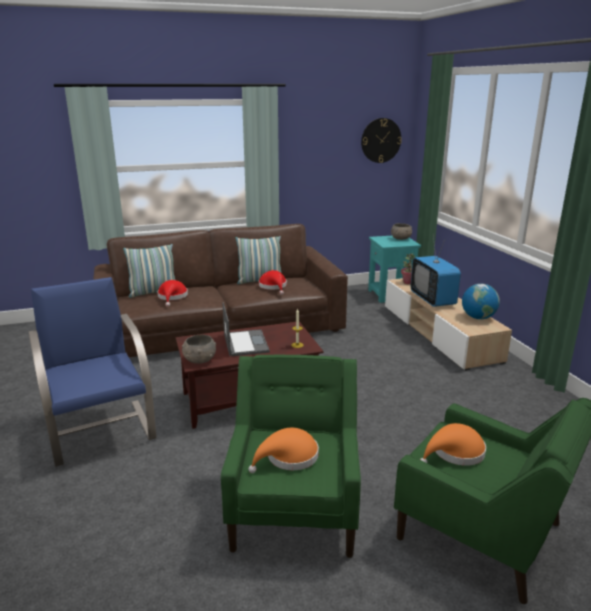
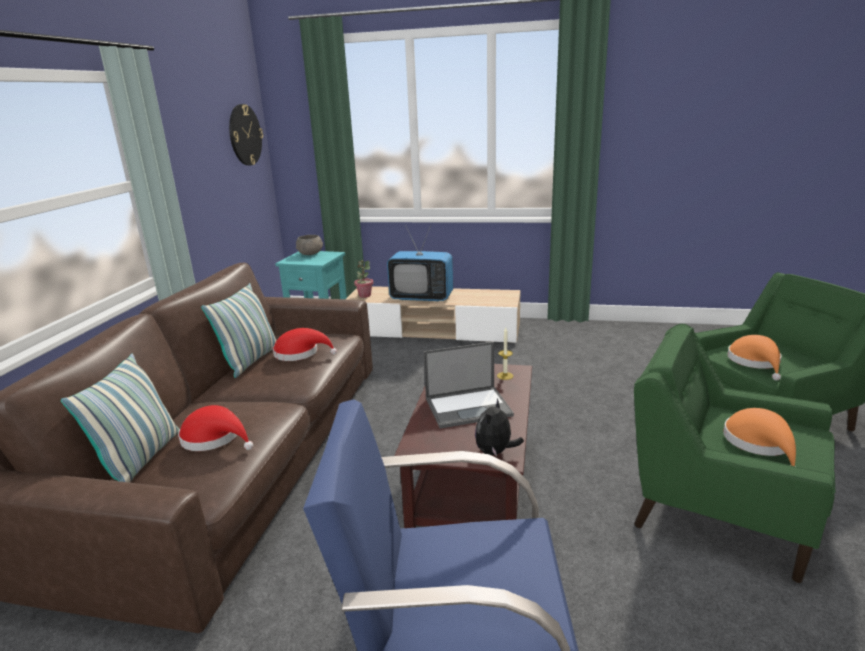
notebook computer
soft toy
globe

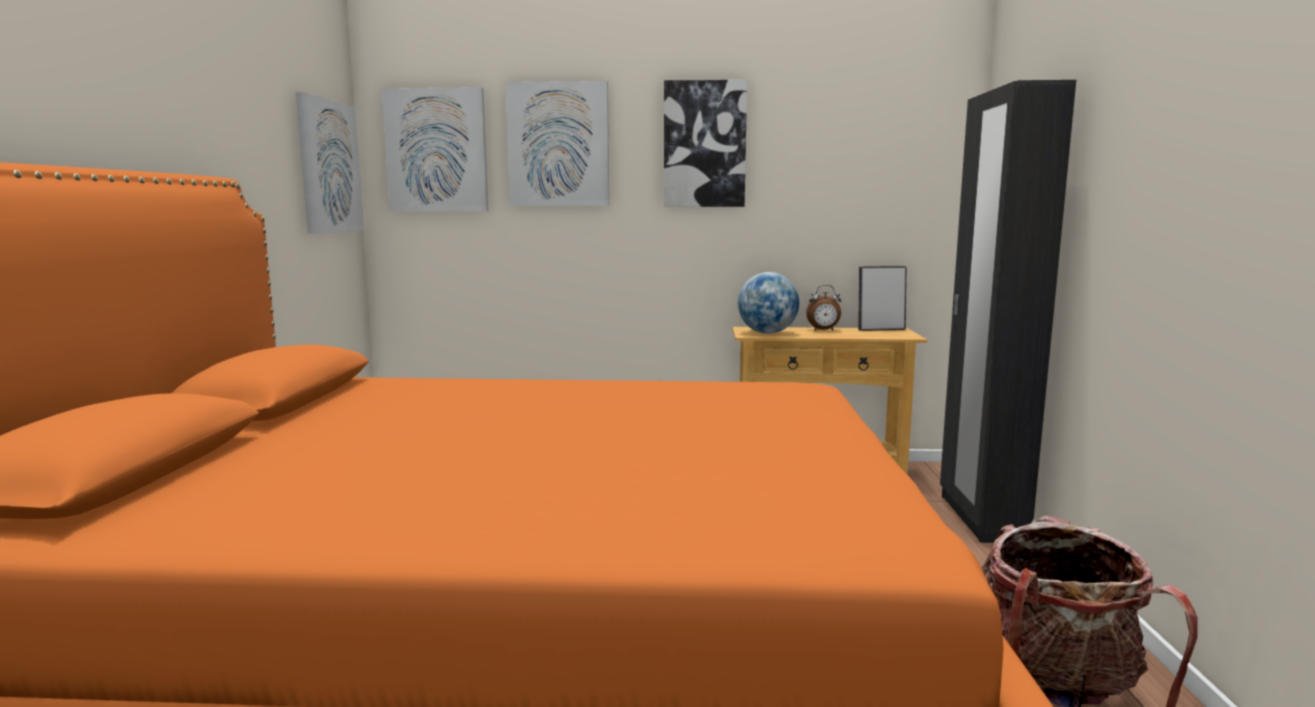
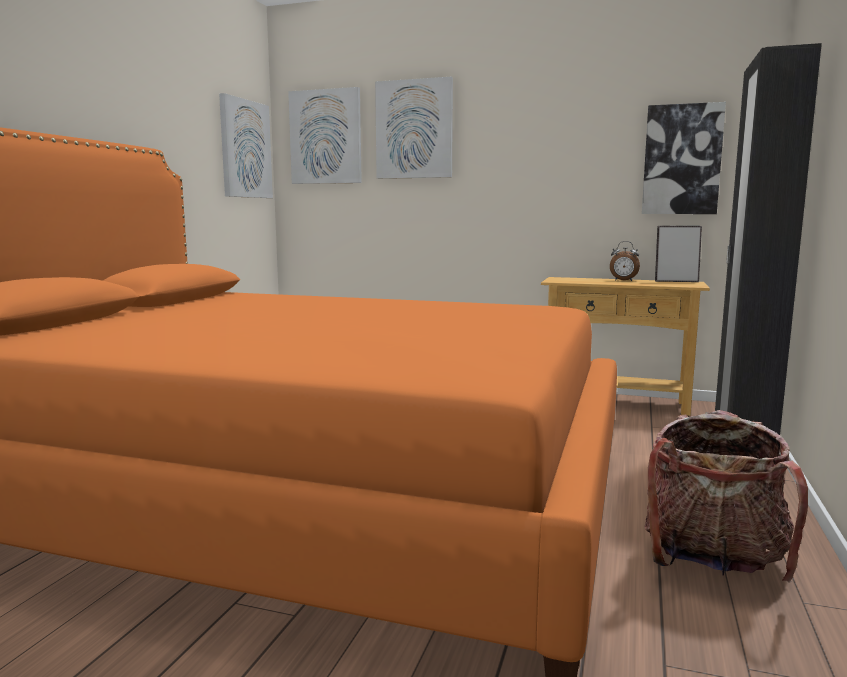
picture (4th from left)
globe

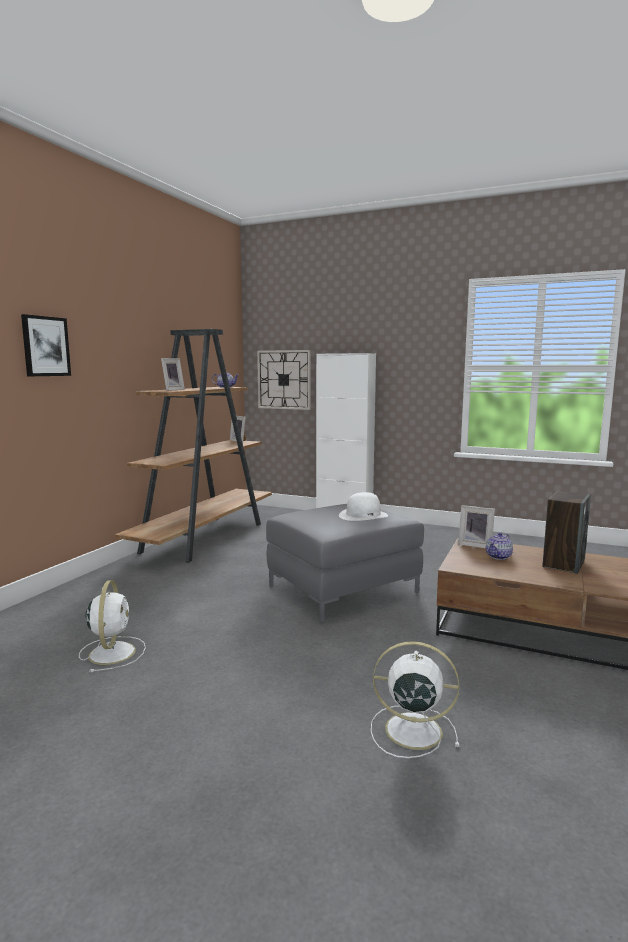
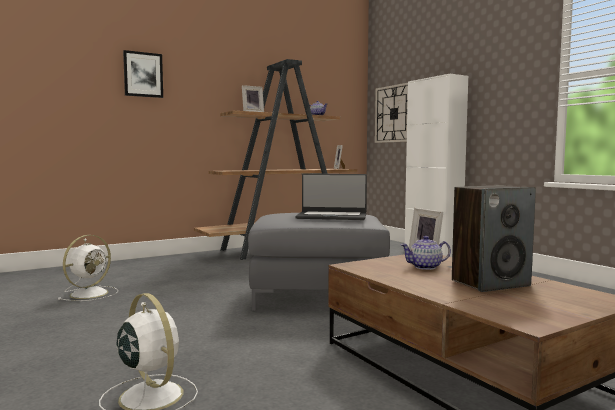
notebook computer

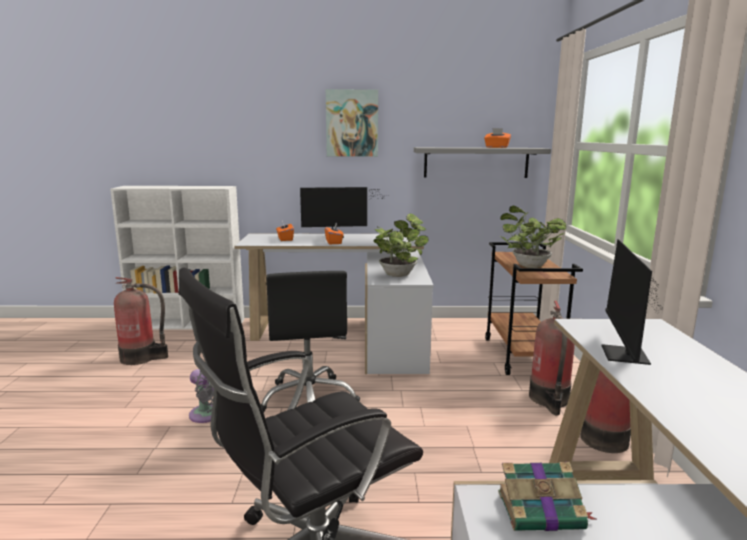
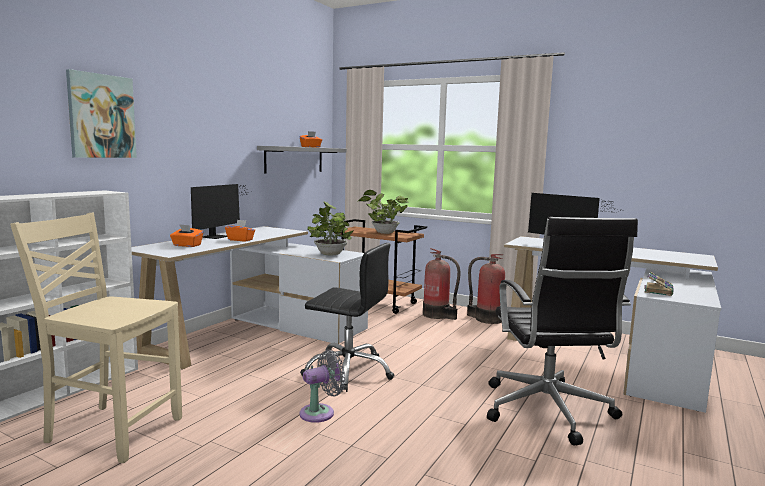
sand-coloured plain chair
picture

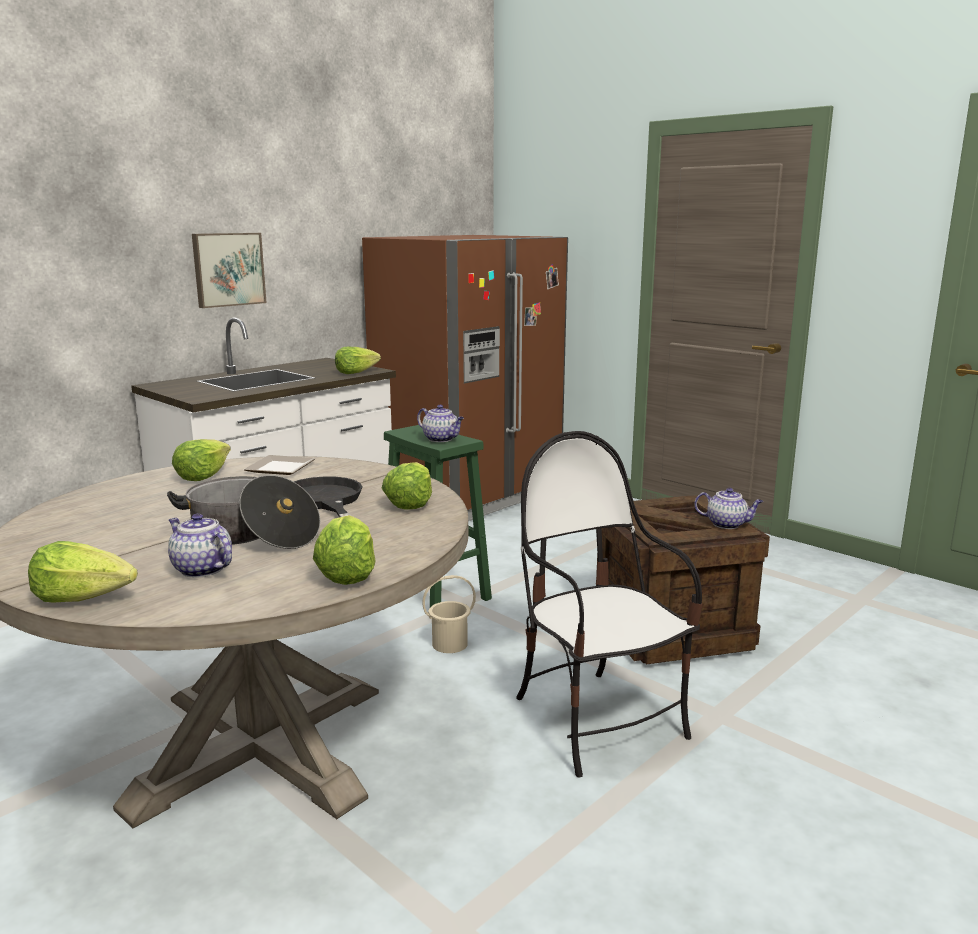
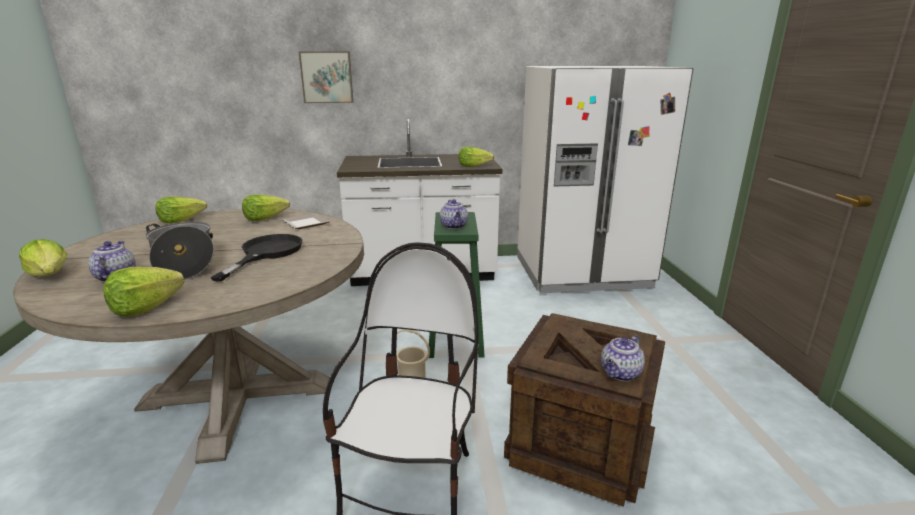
lettuce head (3rd from left)
picture
white-coloured kitchen fridge
tea pot (3rd from left)

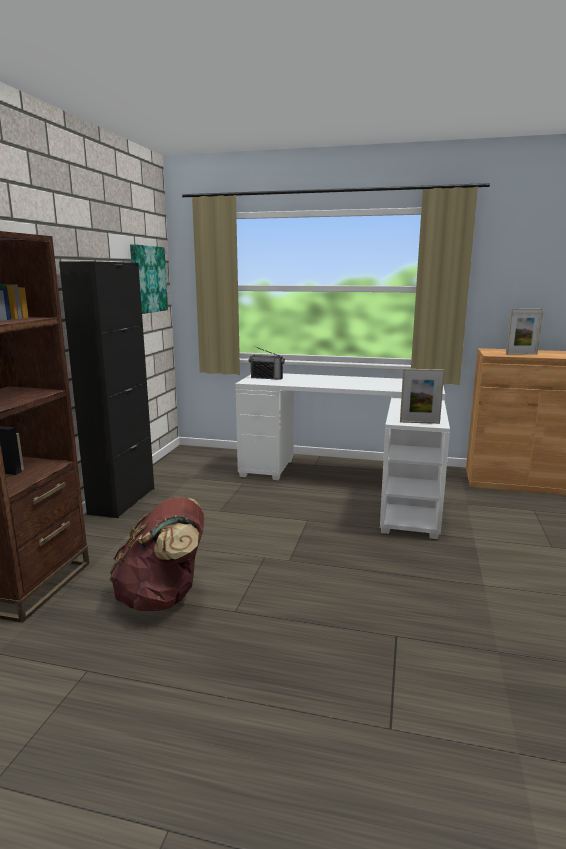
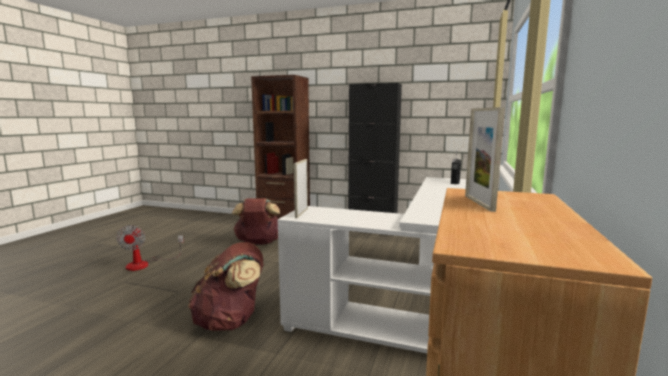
fan
brown knapsack (1st from left)
picture

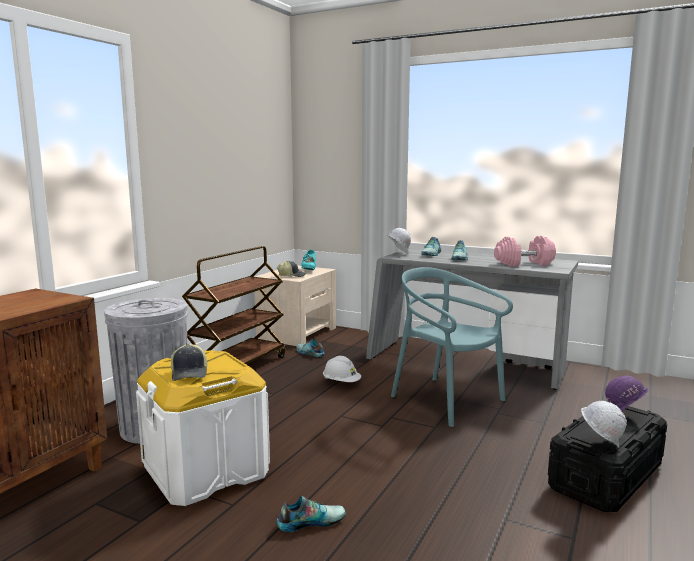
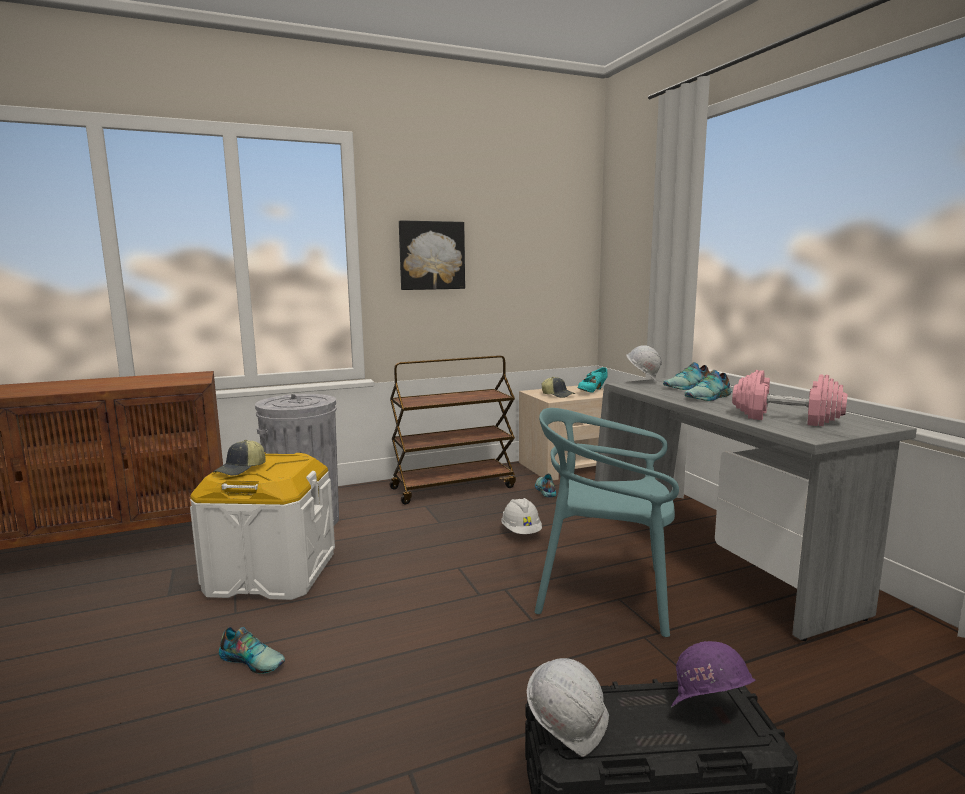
picture
blue-green plain chair

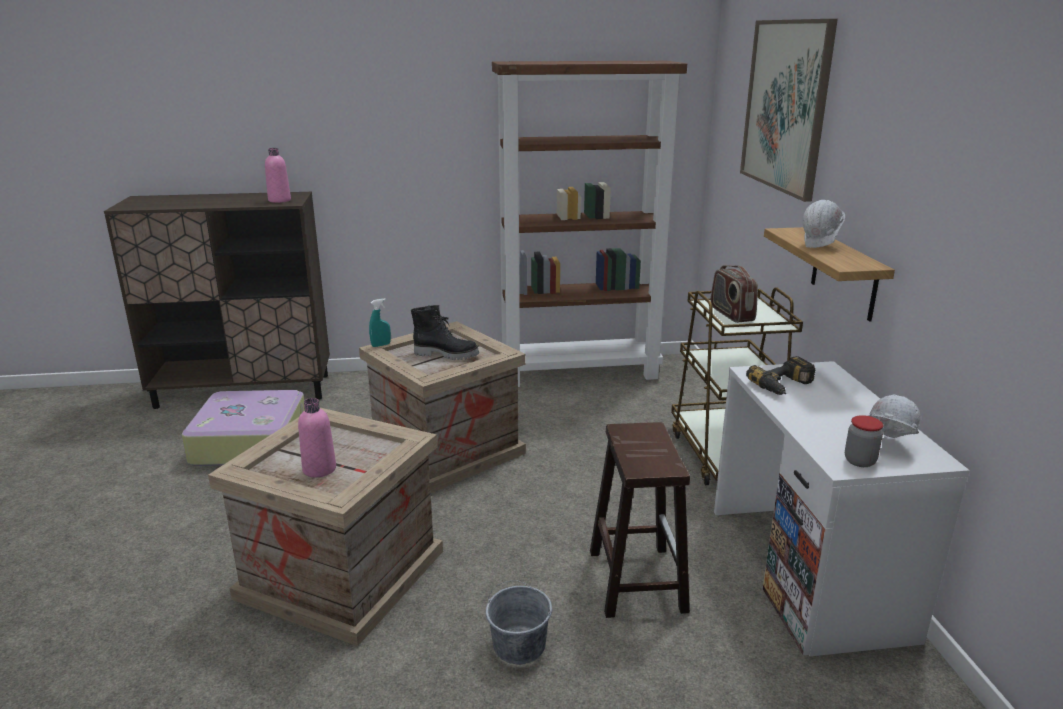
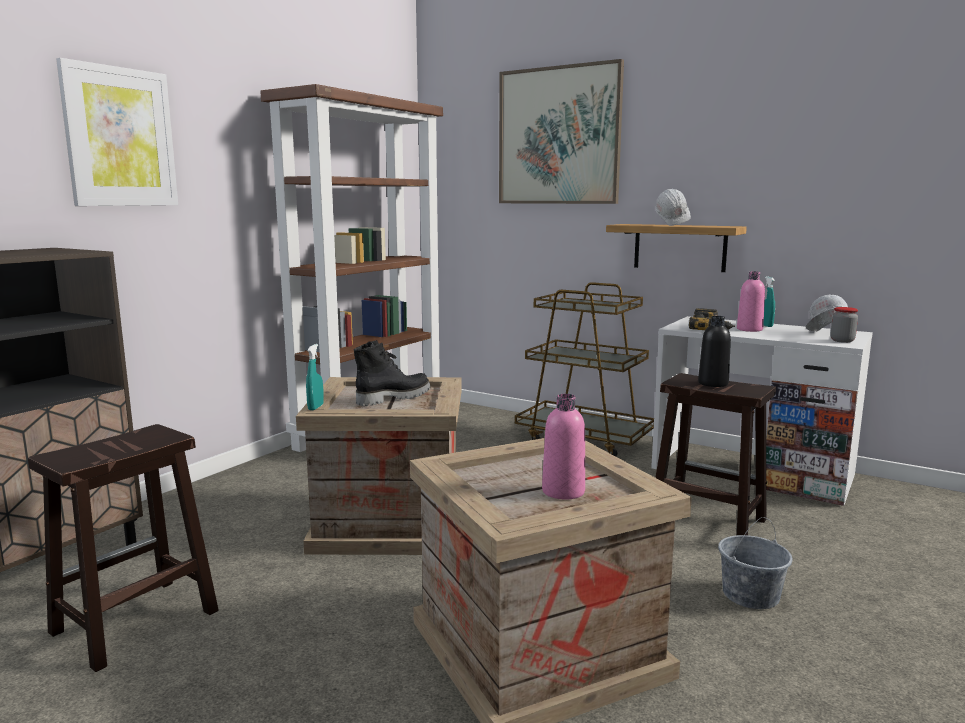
brown stool seat (1st from left)
picture (1st from left)
black-coloured beverage bottle
pink beverage bottle (2nd from left)
blue-green sprayer (2nd from left)
radio

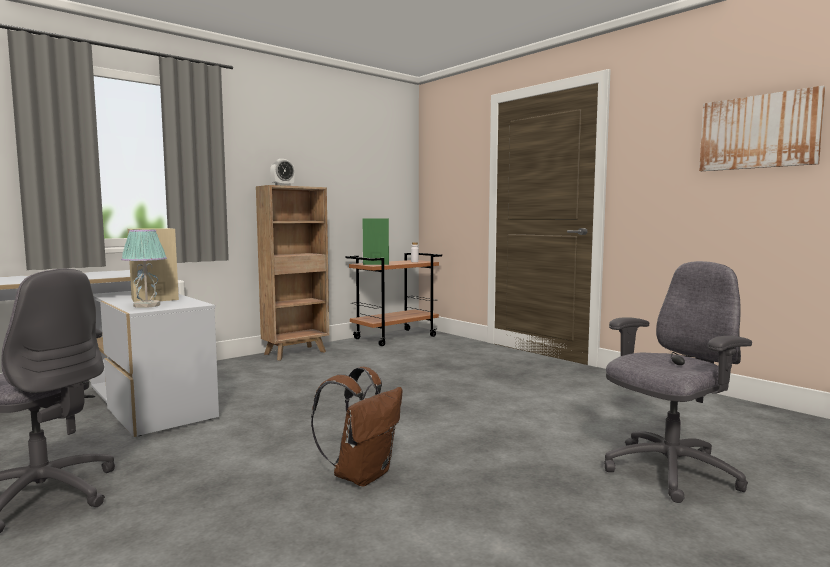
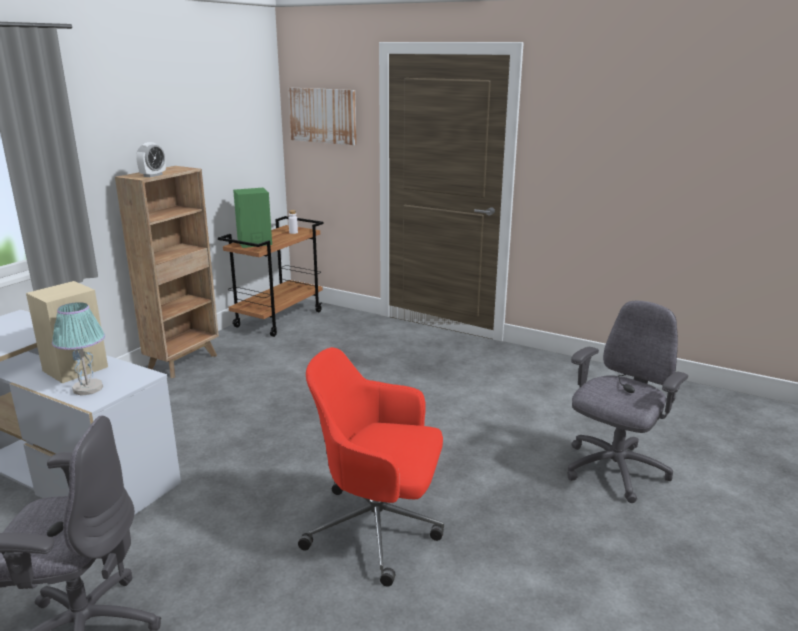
picture
reddish computer chair

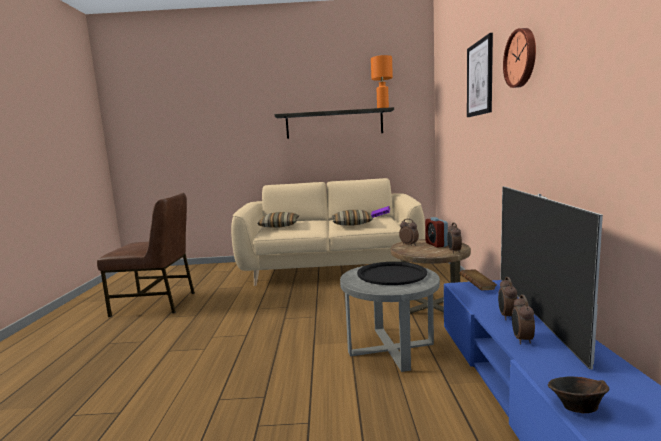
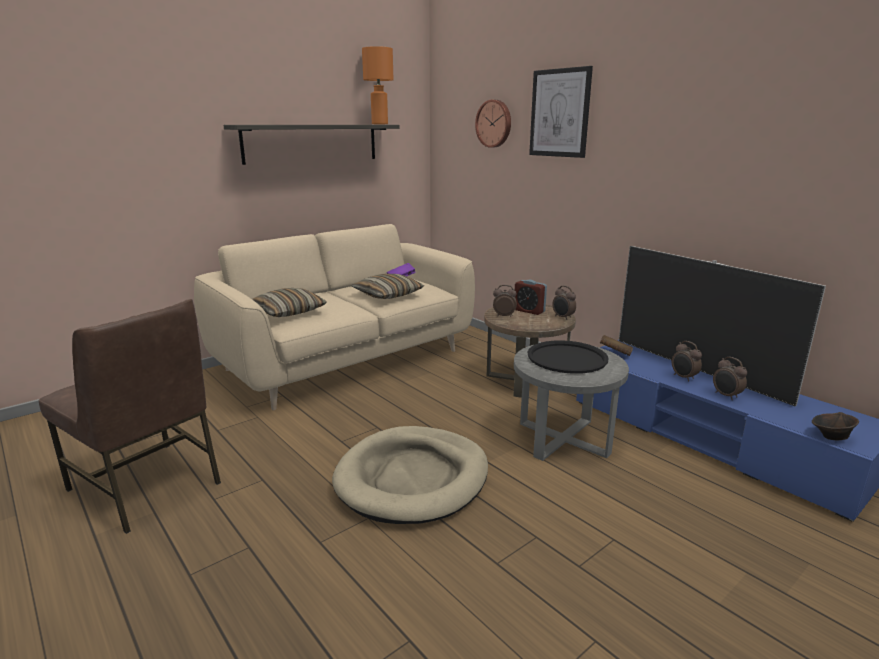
brown plain chair
sand-coloured dog cushion
hanging clock

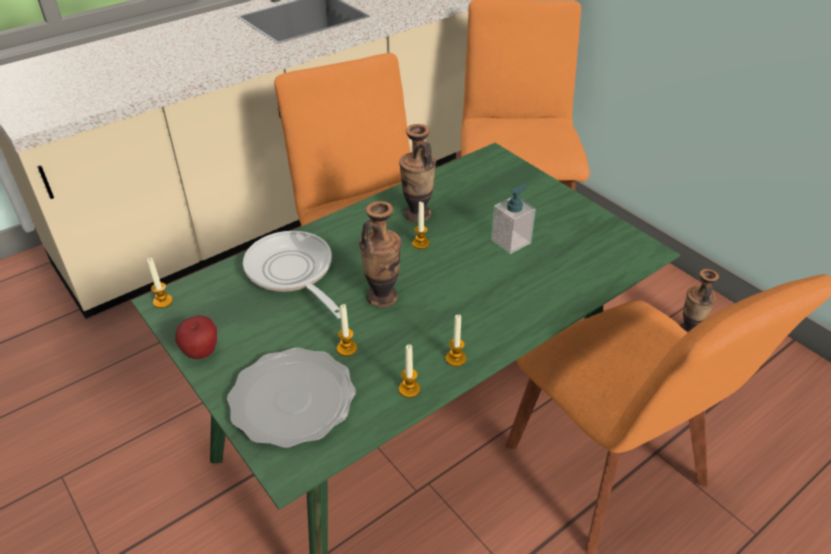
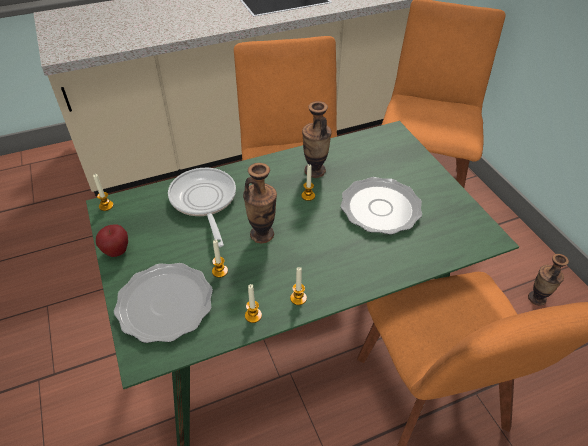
plate (2nd from left)

